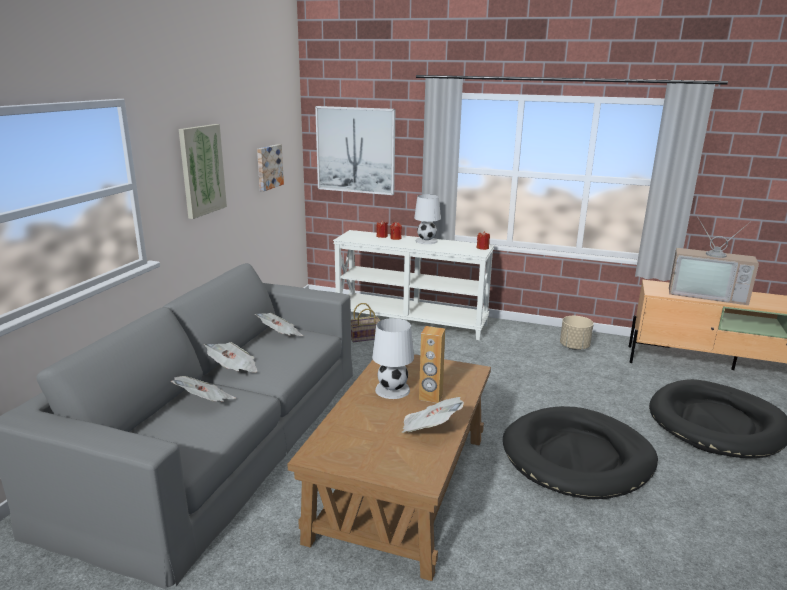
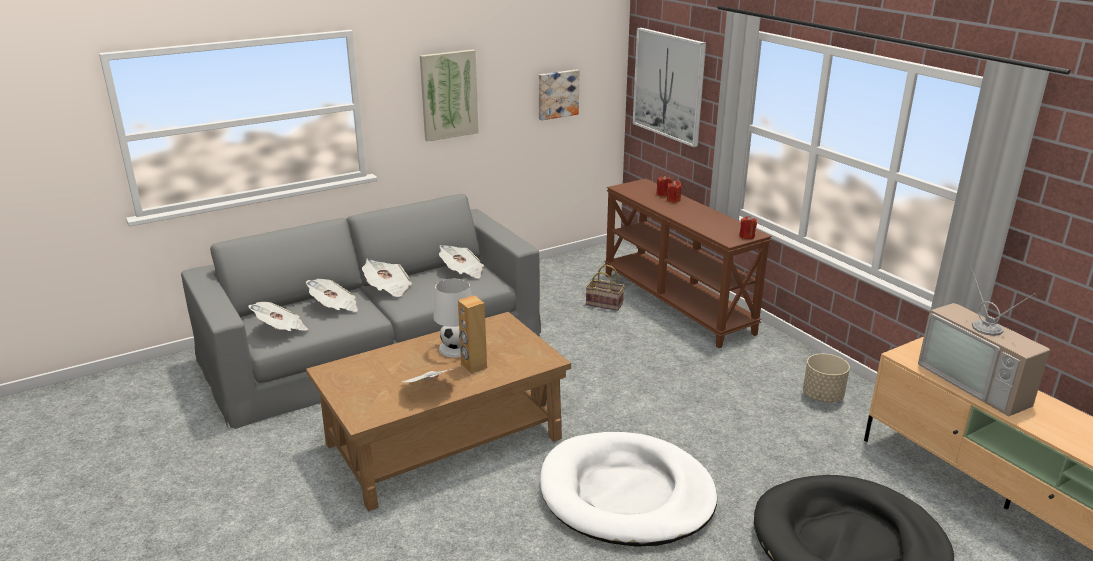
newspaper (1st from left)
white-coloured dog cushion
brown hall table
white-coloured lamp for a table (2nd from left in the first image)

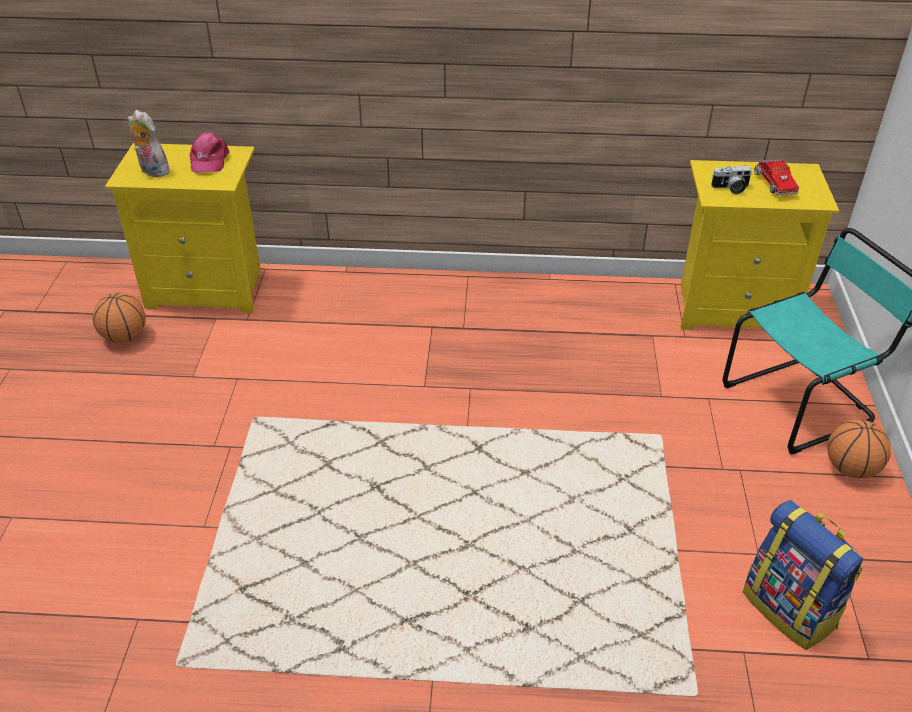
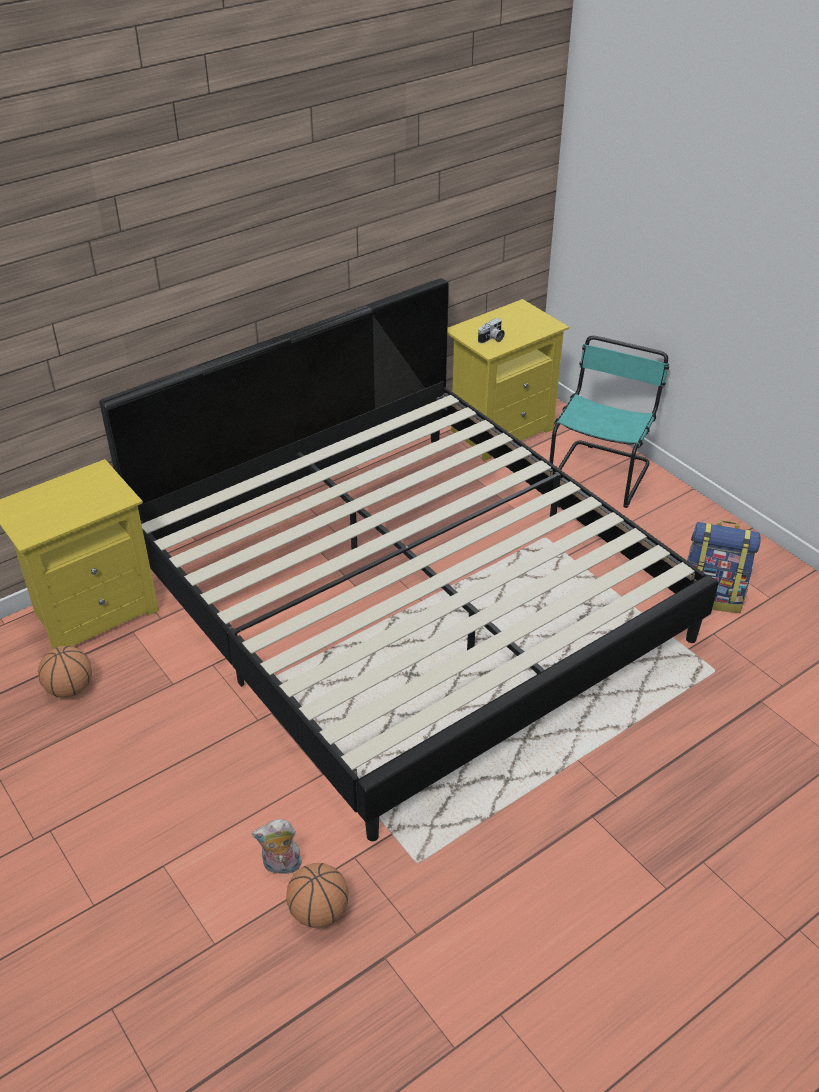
bedroom bed
soft toy
basketball (2nd from left)
pink peaked cap
toy truck

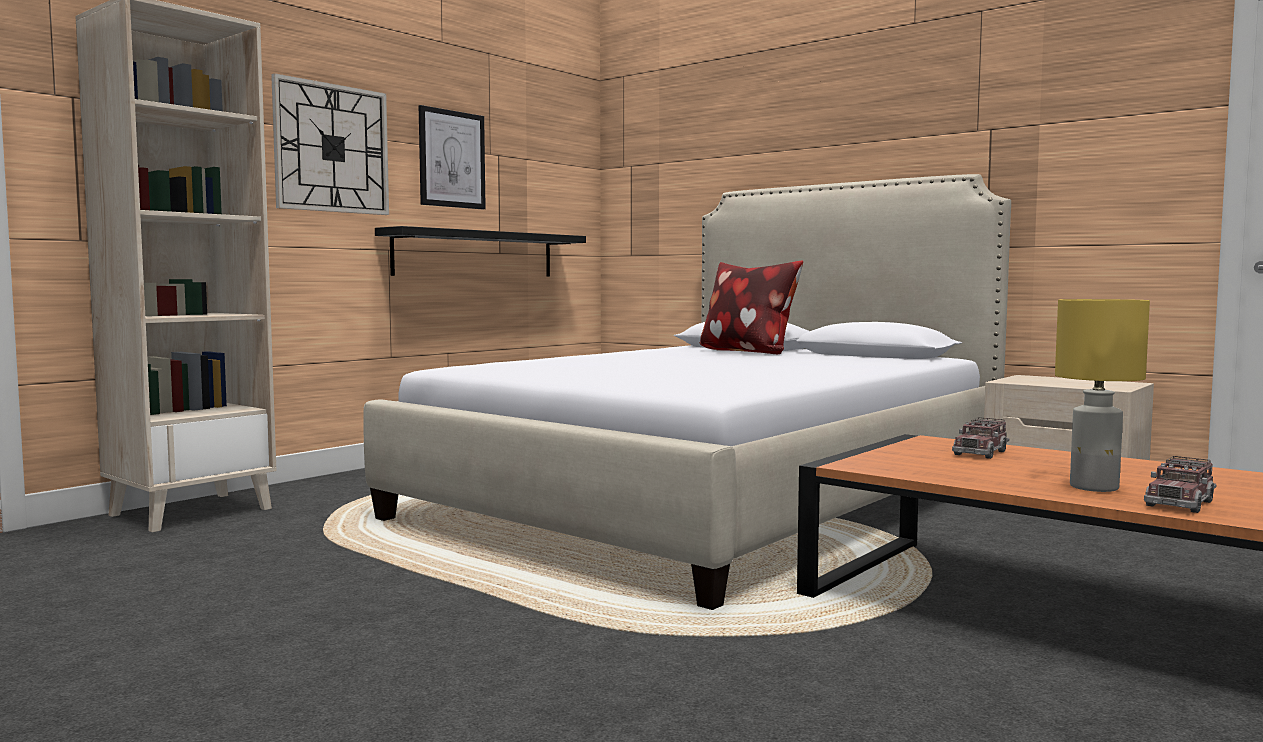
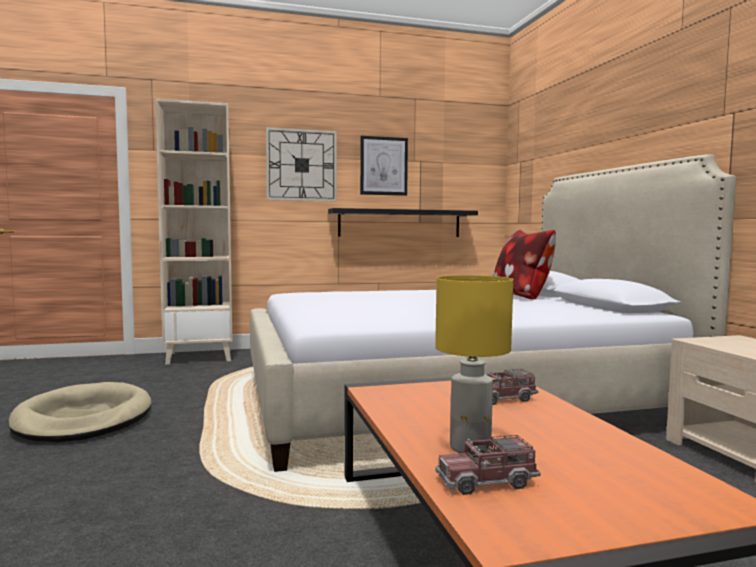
sand-coloured dog cushion

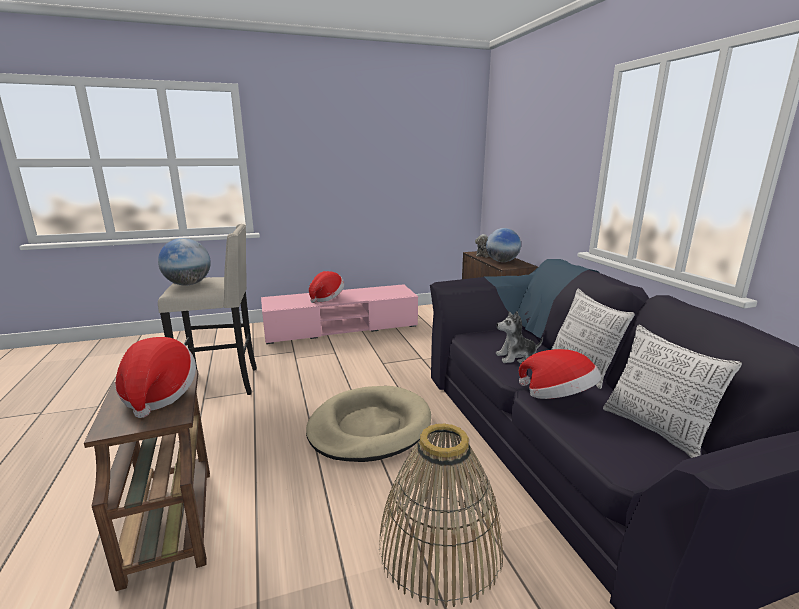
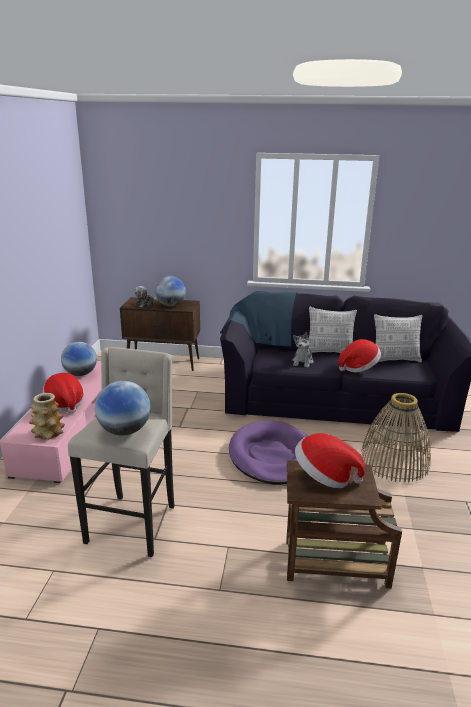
decorative vase
globe (1st from left)
purplish dog cushion

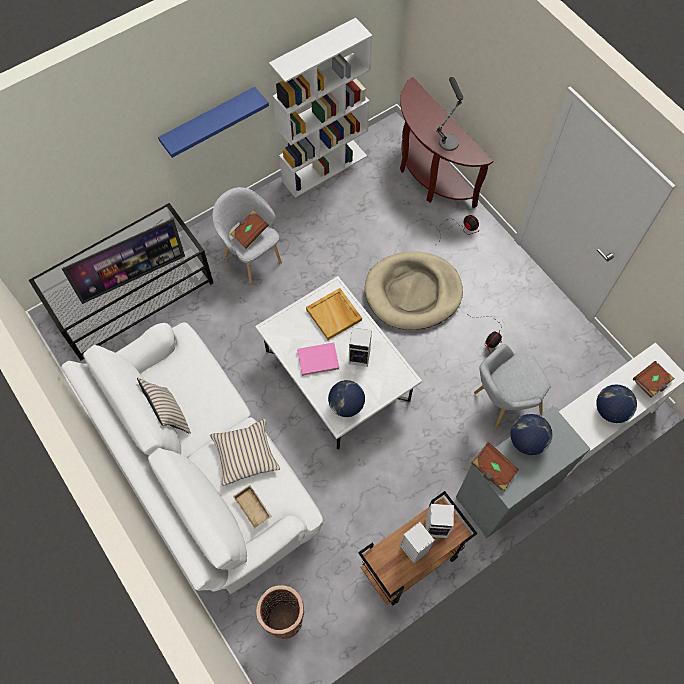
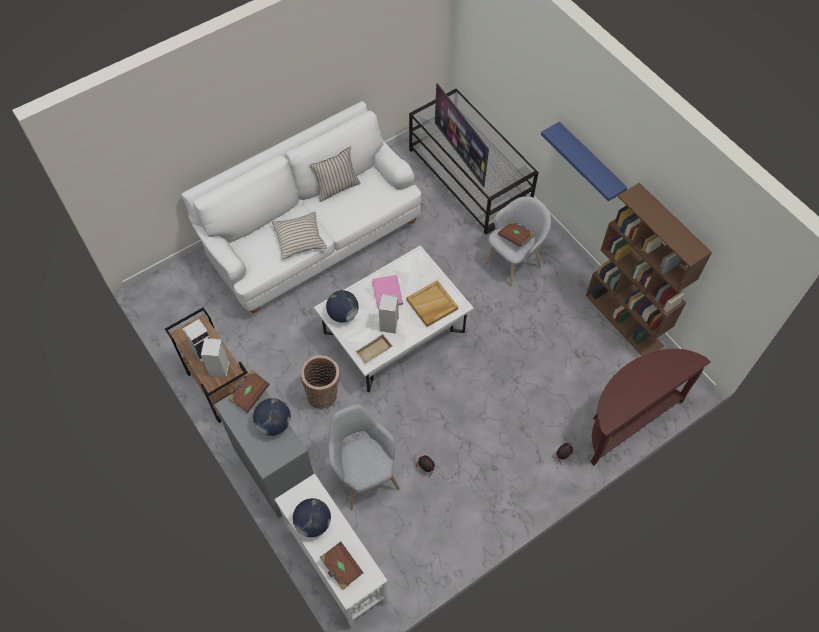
household basket
sand-coloured tray (1st from left)
brown bookcase
sand-coloured dog cushion
lamp for a table

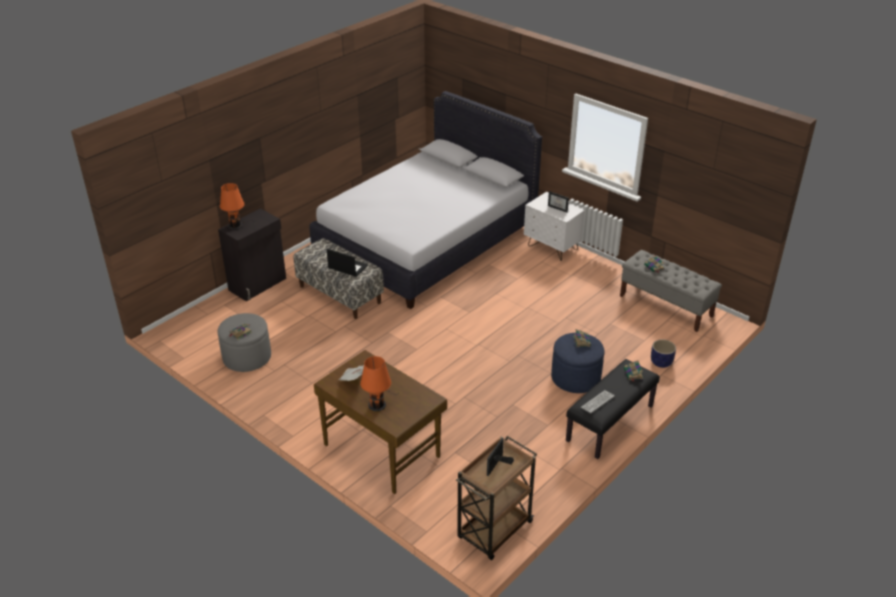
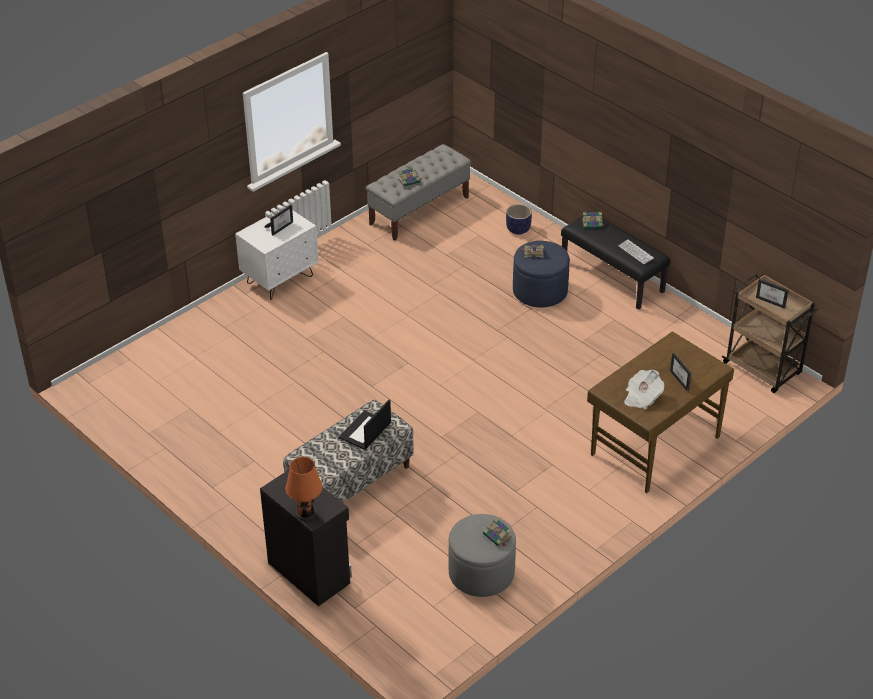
picture frame (2nd from left)
white-coloured bedroom bed

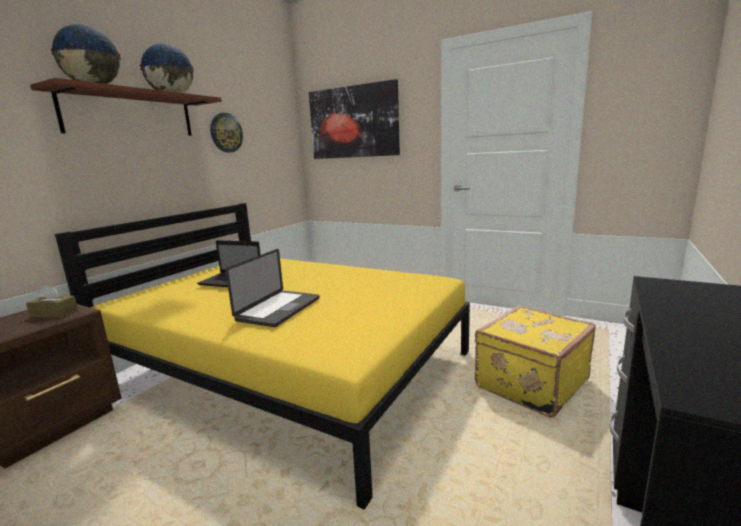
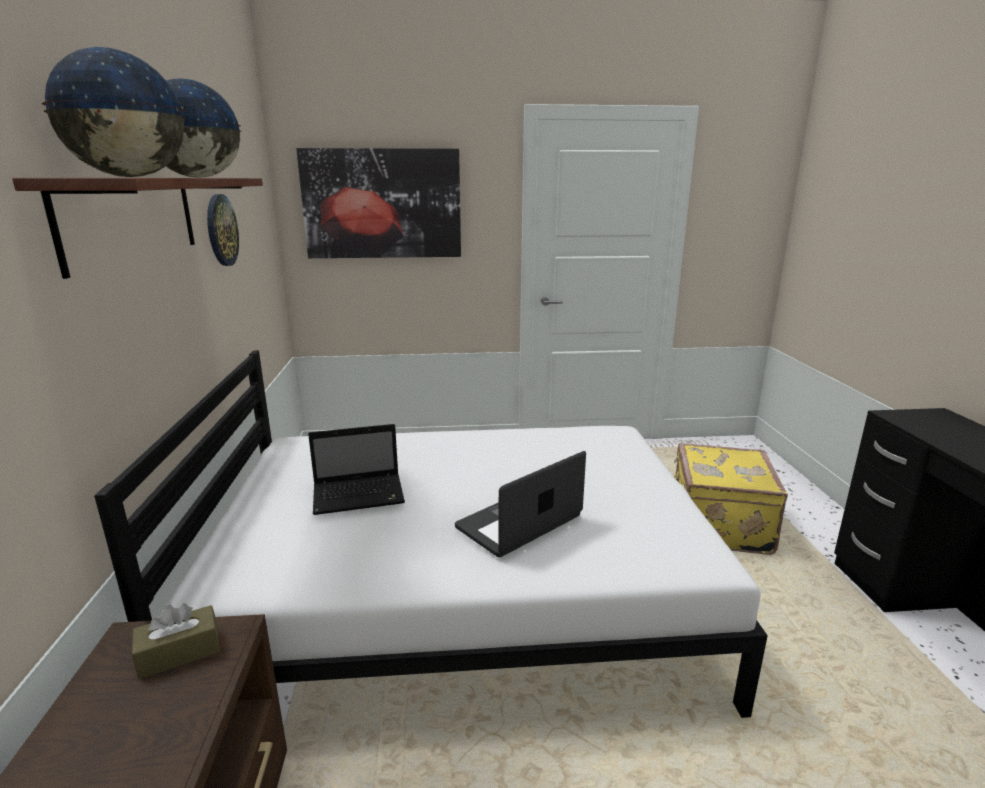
white-coloured bedroom bed
notebook computer (2nd from left)

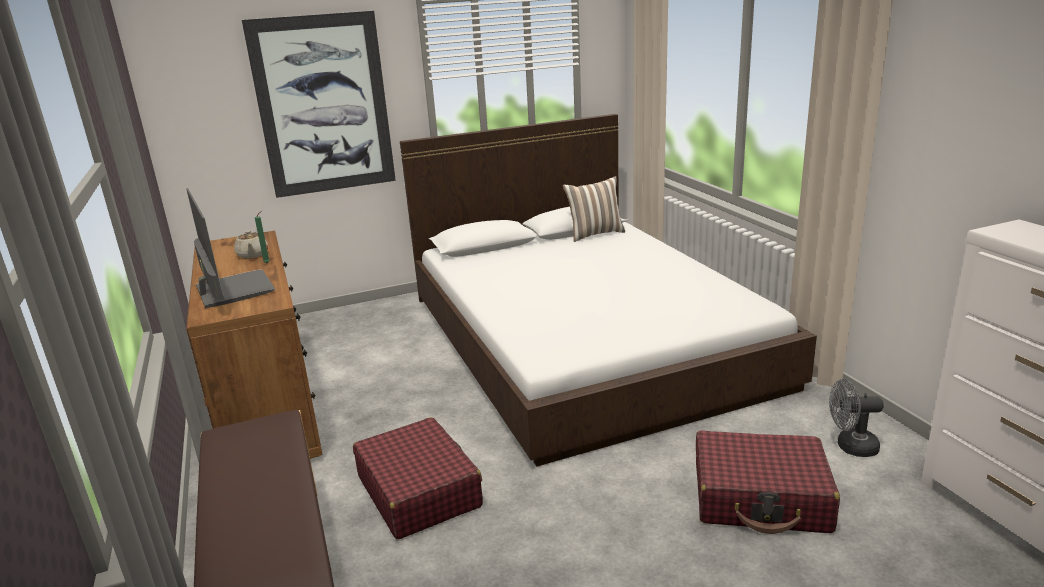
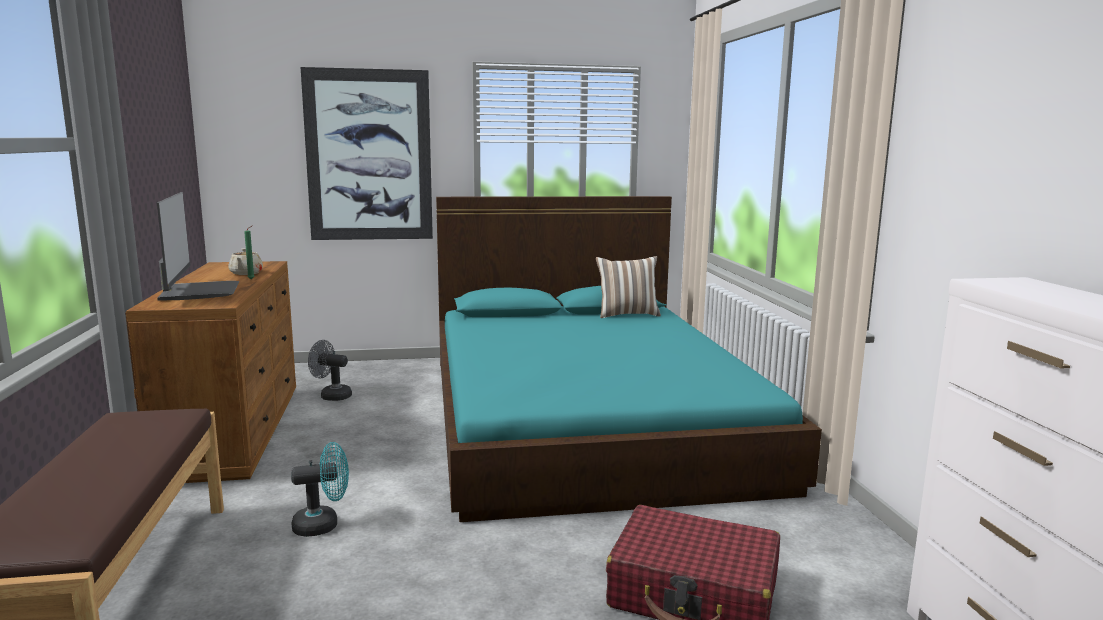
blue-green fan
grey fan
blue-green bedroom bed

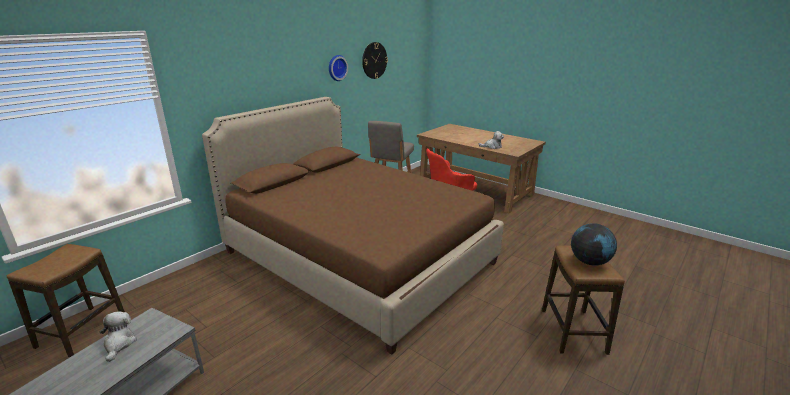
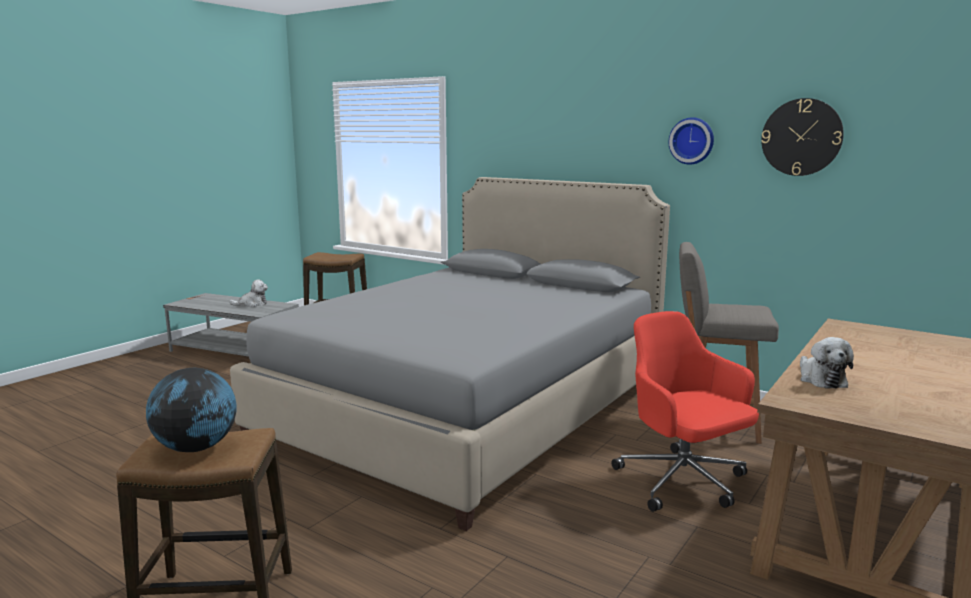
grey bedroom bed

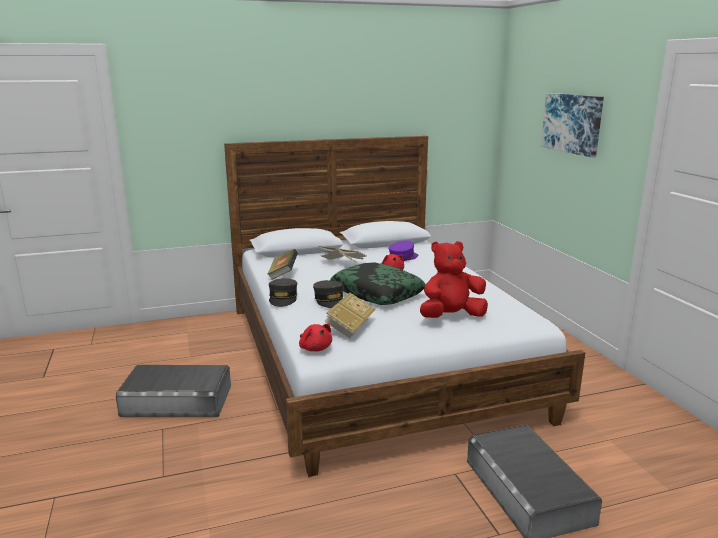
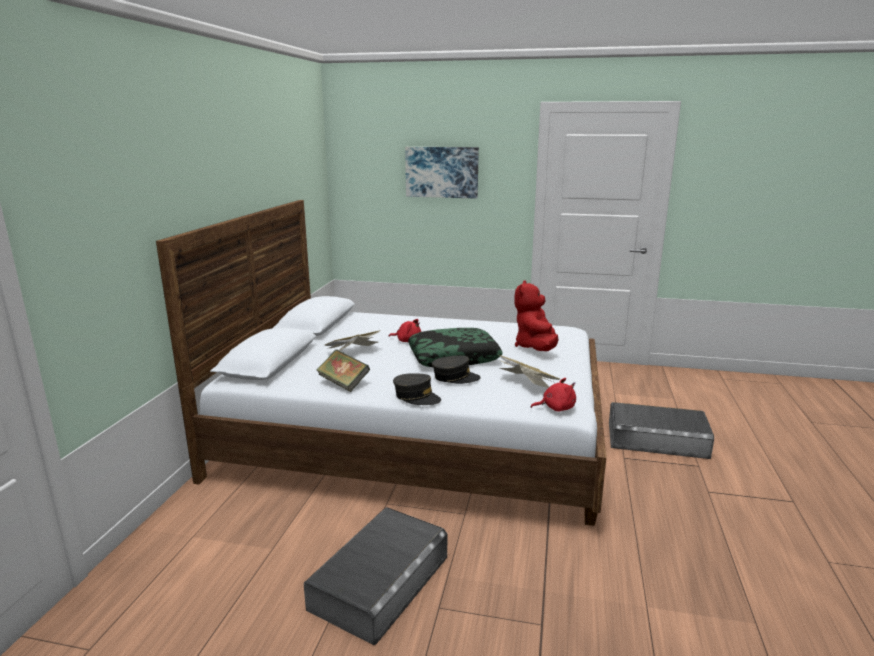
purplish peaked cap

